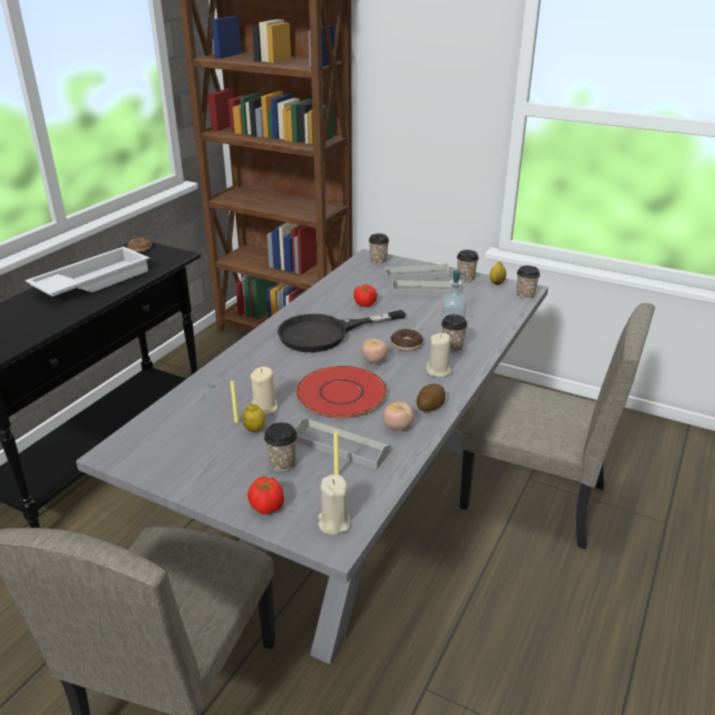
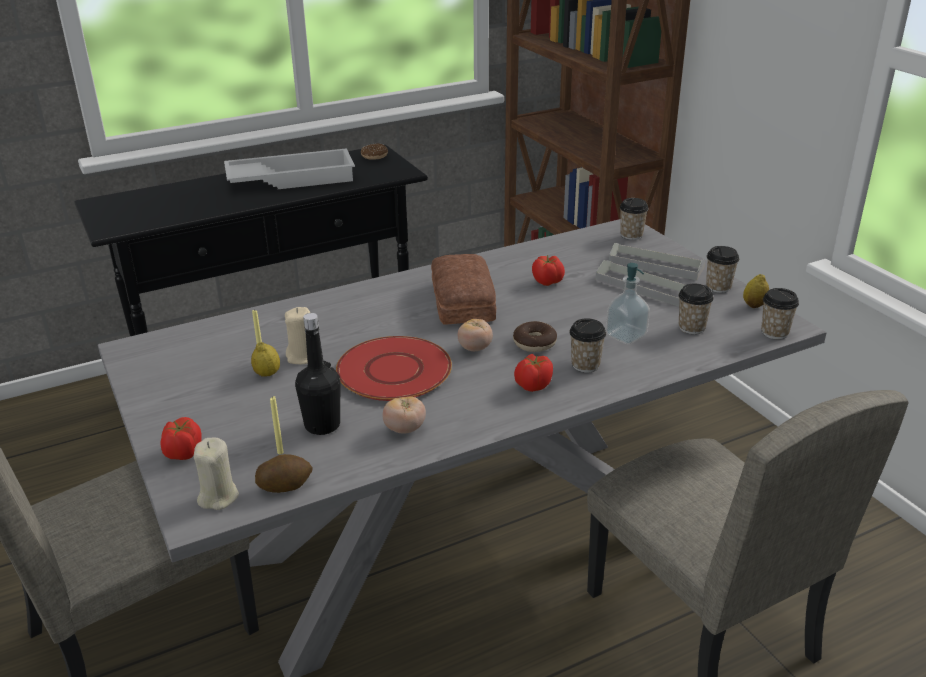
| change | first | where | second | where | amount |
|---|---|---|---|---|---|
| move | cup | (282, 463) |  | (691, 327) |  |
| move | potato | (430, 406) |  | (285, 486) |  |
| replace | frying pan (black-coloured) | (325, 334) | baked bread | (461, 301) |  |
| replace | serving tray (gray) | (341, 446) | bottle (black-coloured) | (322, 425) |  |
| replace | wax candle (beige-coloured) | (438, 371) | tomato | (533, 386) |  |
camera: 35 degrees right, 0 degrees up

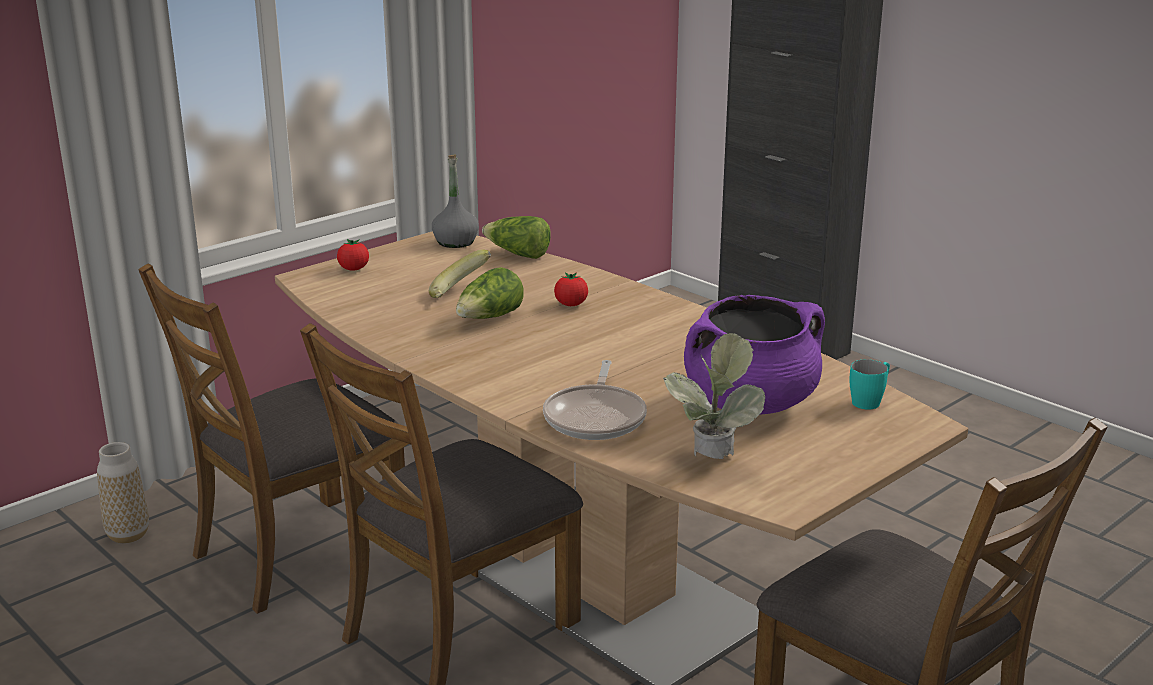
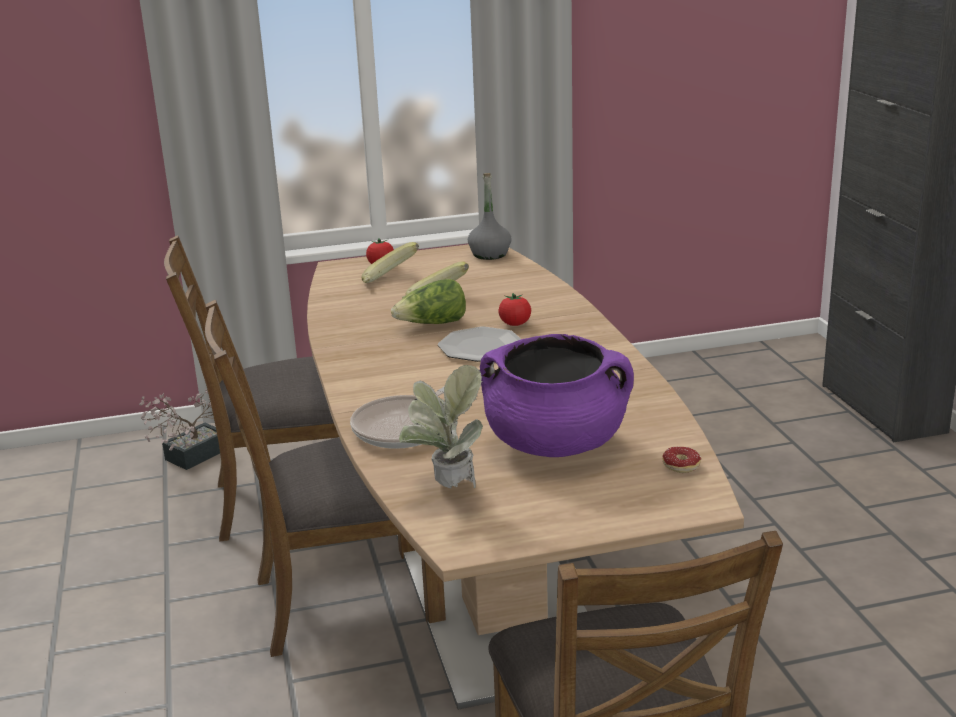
| change | first | where | second | where | amount |
|---|---|---|---|---|---|
| delete | lettuce | (518, 254) |  |  |  |
| insert |  |  | whole banana | (389, 281) |  |
| insert |  |  | flat dish | (480, 347) |  |
| replace | decorative vase | (128, 535) | potted plant | (190, 457) |  |
| replace | coffee mug (turquoise) | (870, 401) | doughnut | (675, 467) |  |
camera: 30 degrees right, 0 degrees up

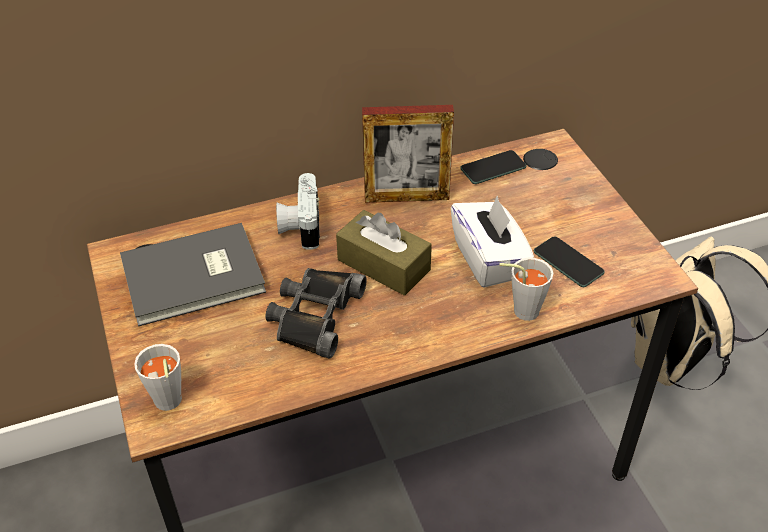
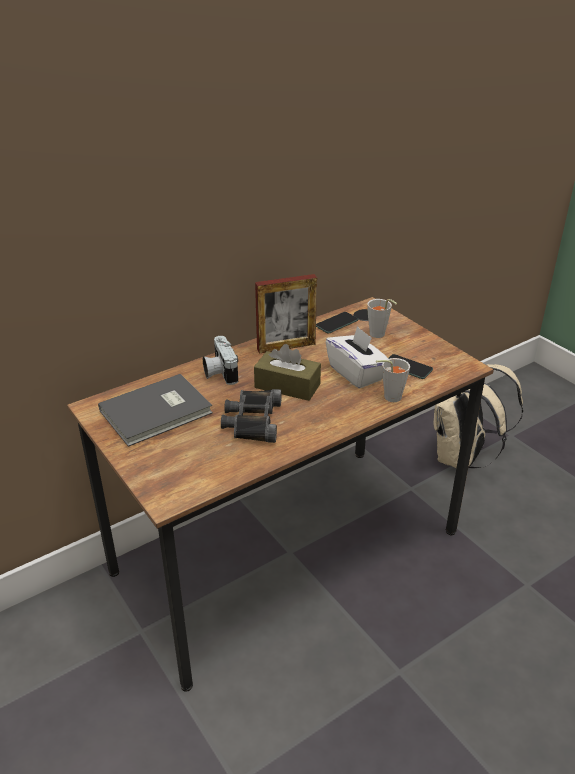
| change | first | where | second | where | amount |
|---|---|---|---|---|---|
| move | cup (gray) | (168, 404) |  | (379, 335) |  |
camera: 15 degrees left, 10 degrees down

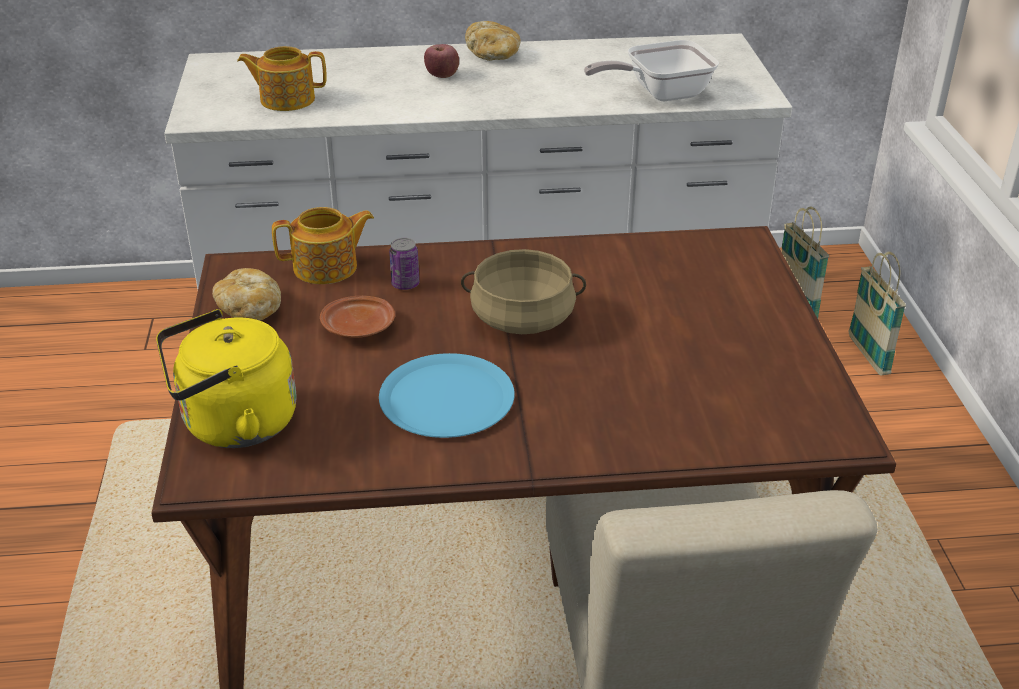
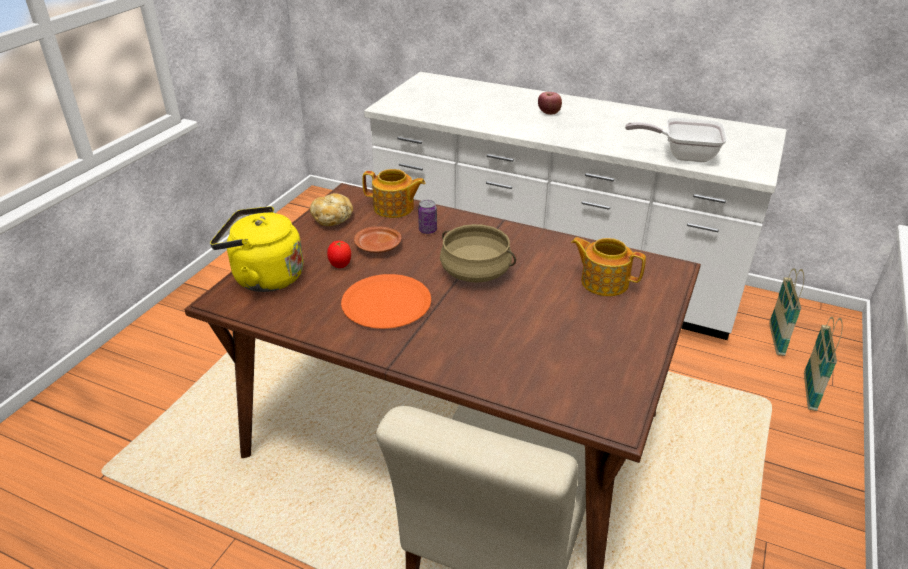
| change | first | where | second | where | amount |
|---|---|---|---|---|---|
| delete | baked bread | (493, 55) |  |  |  |
| insert |  |  | tomato | (340, 266) |  |
| move | teapot | (286, 99) |  | (603, 282) |  |
| recolor | flat dish (blue-coloured) | (447, 398) | flat dish (orangey) | (386, 303) |  |
camera: 30 degrees right, 0 degrees up

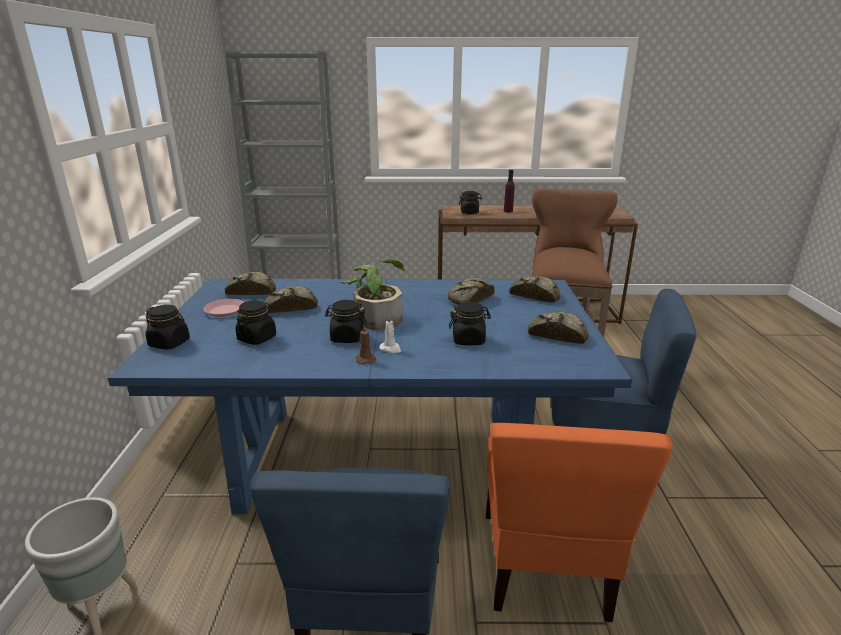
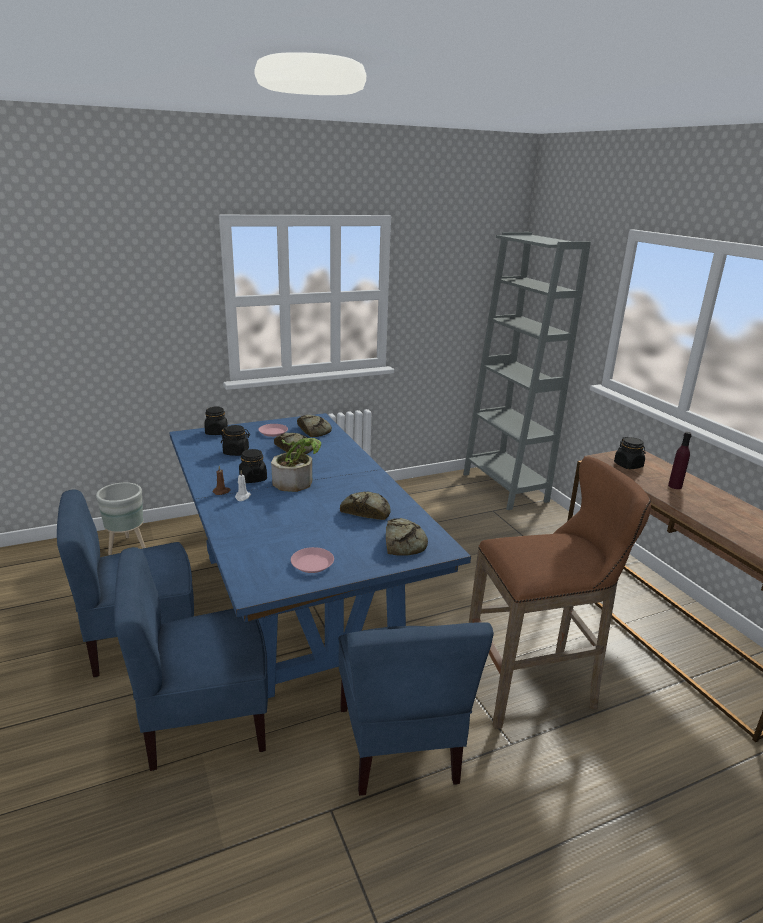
| change | first | where | second | where | amount |
|---|---|---|---|---|---|
| delete | storage jar (black-coloured) | (468, 340) |  |  |  |
| replace | baked bread | (557, 334) | flat dish (pinkish) | (312, 563) |  |
| recolor | plain chair (orangey) | (546, 564) | plain chair (blue-coloured) | (204, 722) |  |
camera: 65 degrees right, 0 degrees up

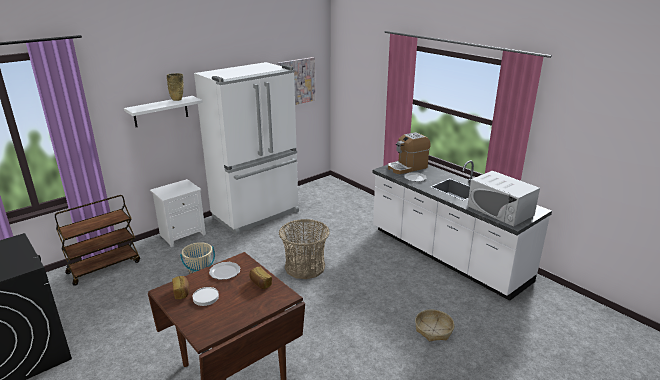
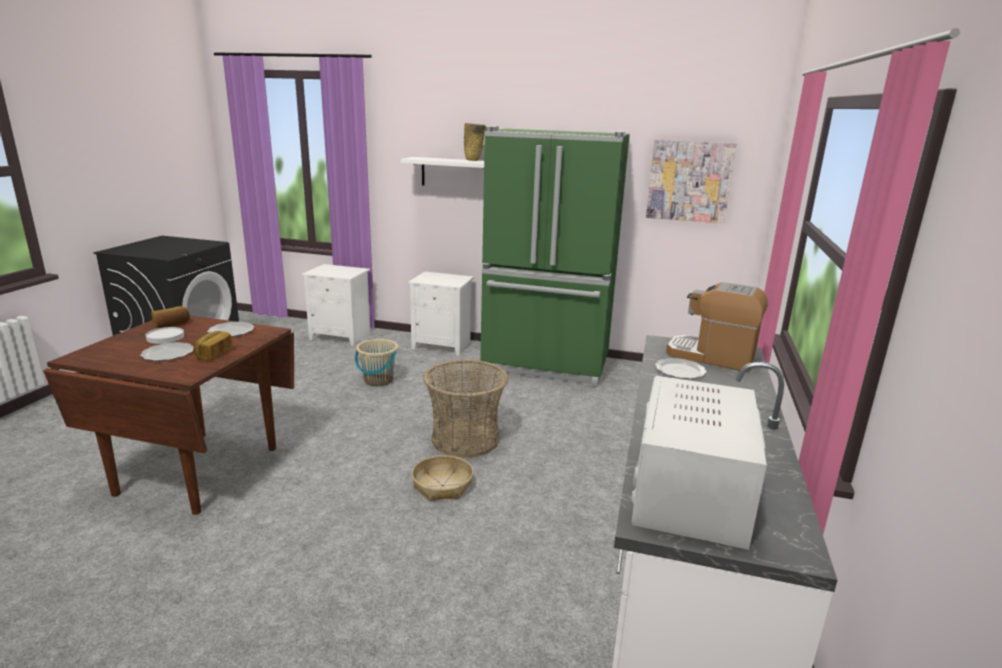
| change | first | where | second | where | amount |
|---|---|---|---|---|---|
| insert |  |  | flat dish | (167, 353) |  |
| move | storage basket | (433, 330) |  | (443, 485) |  |
| replace | cart (brown) | (104, 267) | nightstand (white-coloured) | (342, 336) |  |
| recolor | refrigerator (white-coloured) | (257, 214) | refrigerator (green) | (545, 365) |  |
camera: 55 degrees right, 5 degrees down

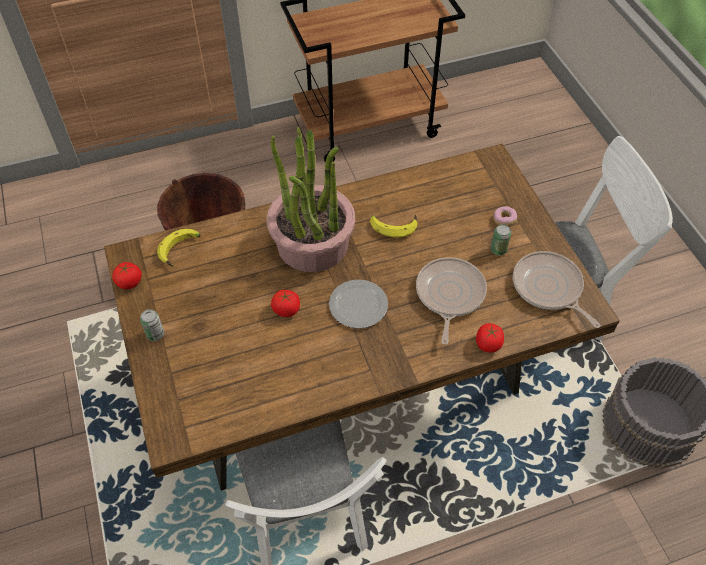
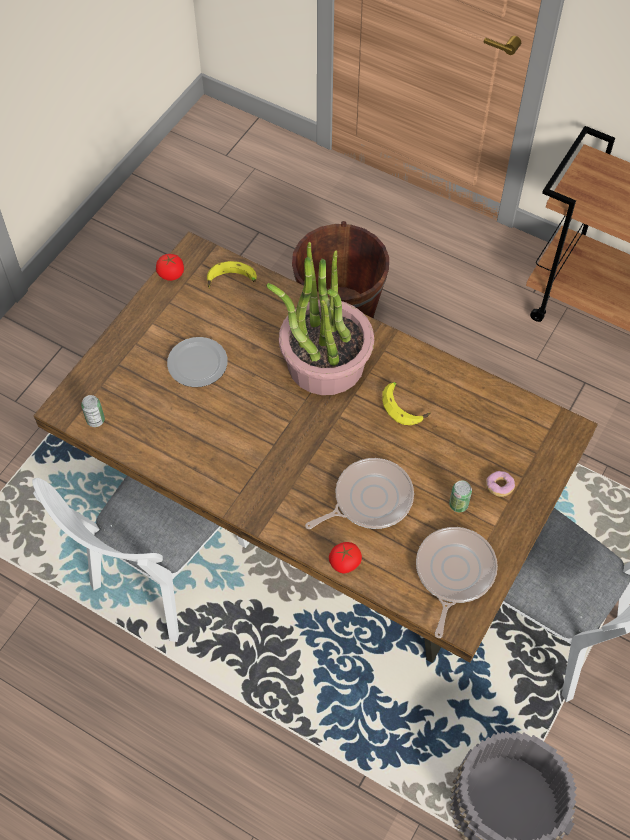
| change | first | where | second | where | amount |
|---|---|---|---|---|---|
| delete | tomato | (286, 310) |  |  |  |
| move | metal can | (155, 334) |  | (95, 420) |  |
| move | flat dish | (359, 304) |  | (198, 363) |  |
camera: 50 degrees right, 5 degrees up

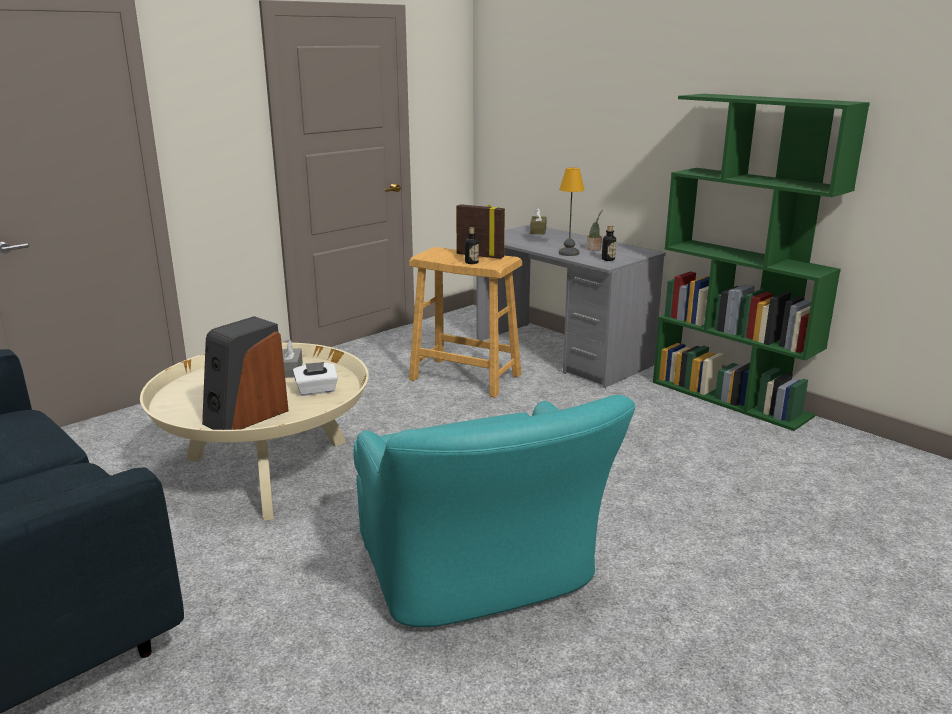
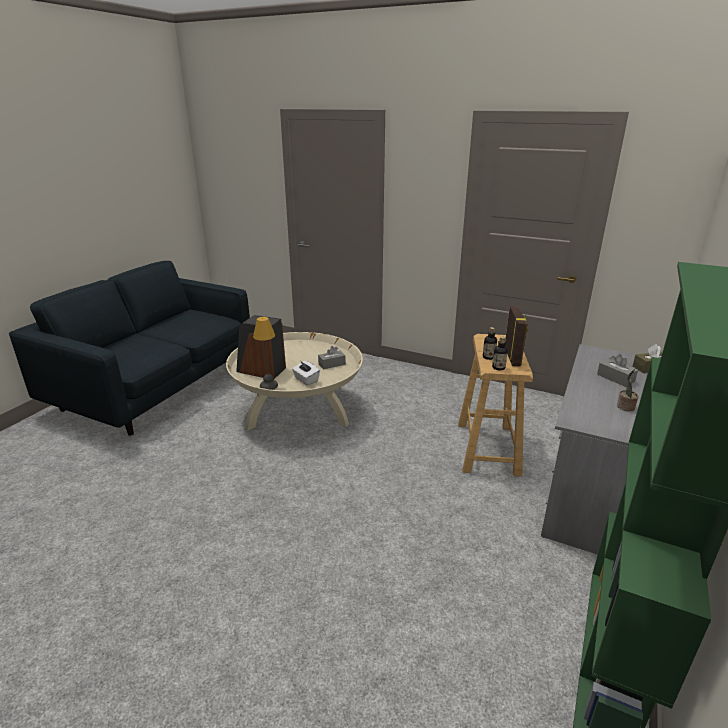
| change | first | where | second | where | amount |
|---|---|---|---|---|---|
| delete | armchair (turquoise) | (480, 573) |  |  |  |
| insert |  |  | box of tissues (gray) | (615, 378) |  |
| move | tabletop lamp | (568, 253) |  | (269, 385) |  |
| move | bottle | (608, 259) |  | (498, 368) |  |
camera: 70 degrees right, 5 degrees up

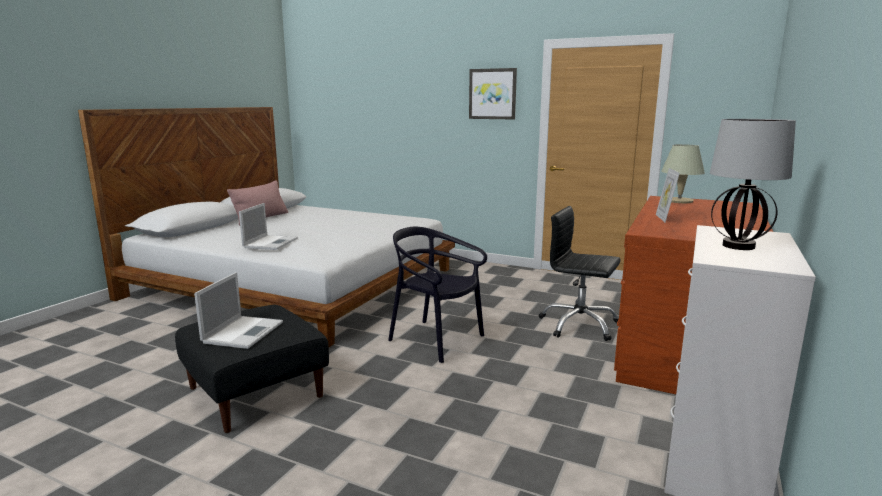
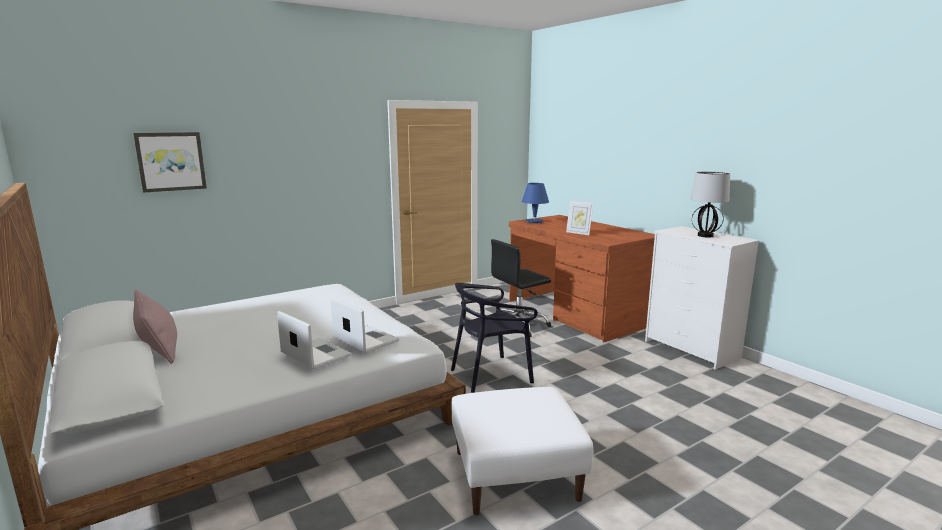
| change | first | where | second | where | amount |
|---|---|---|---|---|---|
| move | notebook computer | (244, 332) |  | (365, 339) |  |
| move | picture | (492, 94) |  | (171, 161) |  |
| recolor | ottoman (black-coloured) | (254, 392) | ottoman (white-coloured) | (514, 475) |  |
| recolor | tabletop lamp (beige-coloured) | (679, 201) | tabletop lamp (blue-coloured) | (534, 221) |  |
camera: 60 degrees left, 0 degrees up

